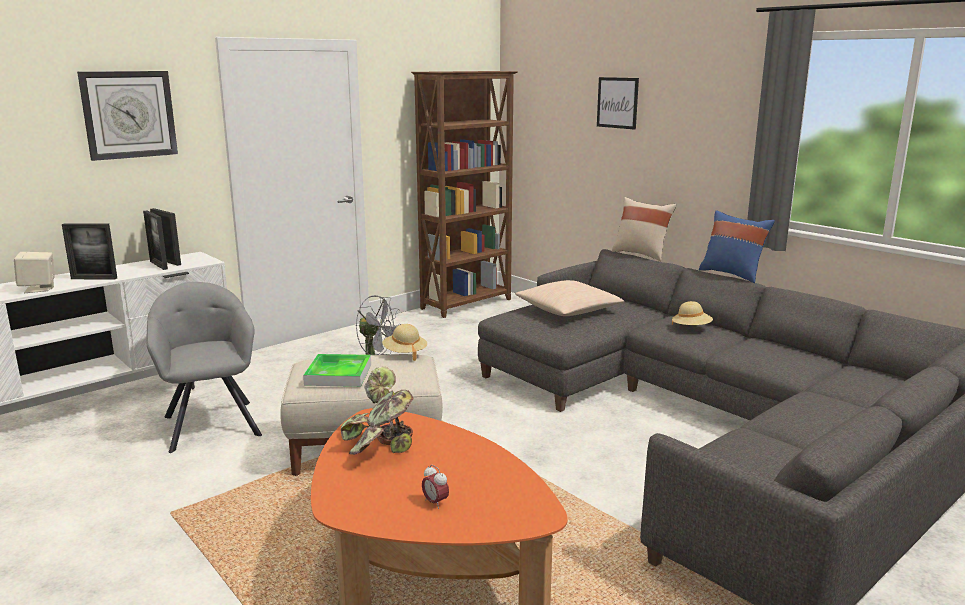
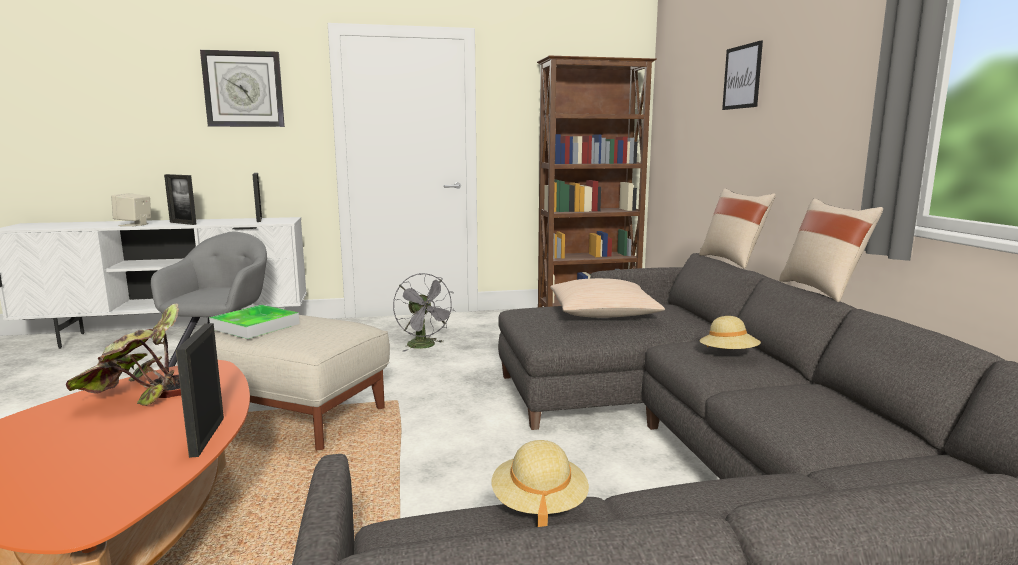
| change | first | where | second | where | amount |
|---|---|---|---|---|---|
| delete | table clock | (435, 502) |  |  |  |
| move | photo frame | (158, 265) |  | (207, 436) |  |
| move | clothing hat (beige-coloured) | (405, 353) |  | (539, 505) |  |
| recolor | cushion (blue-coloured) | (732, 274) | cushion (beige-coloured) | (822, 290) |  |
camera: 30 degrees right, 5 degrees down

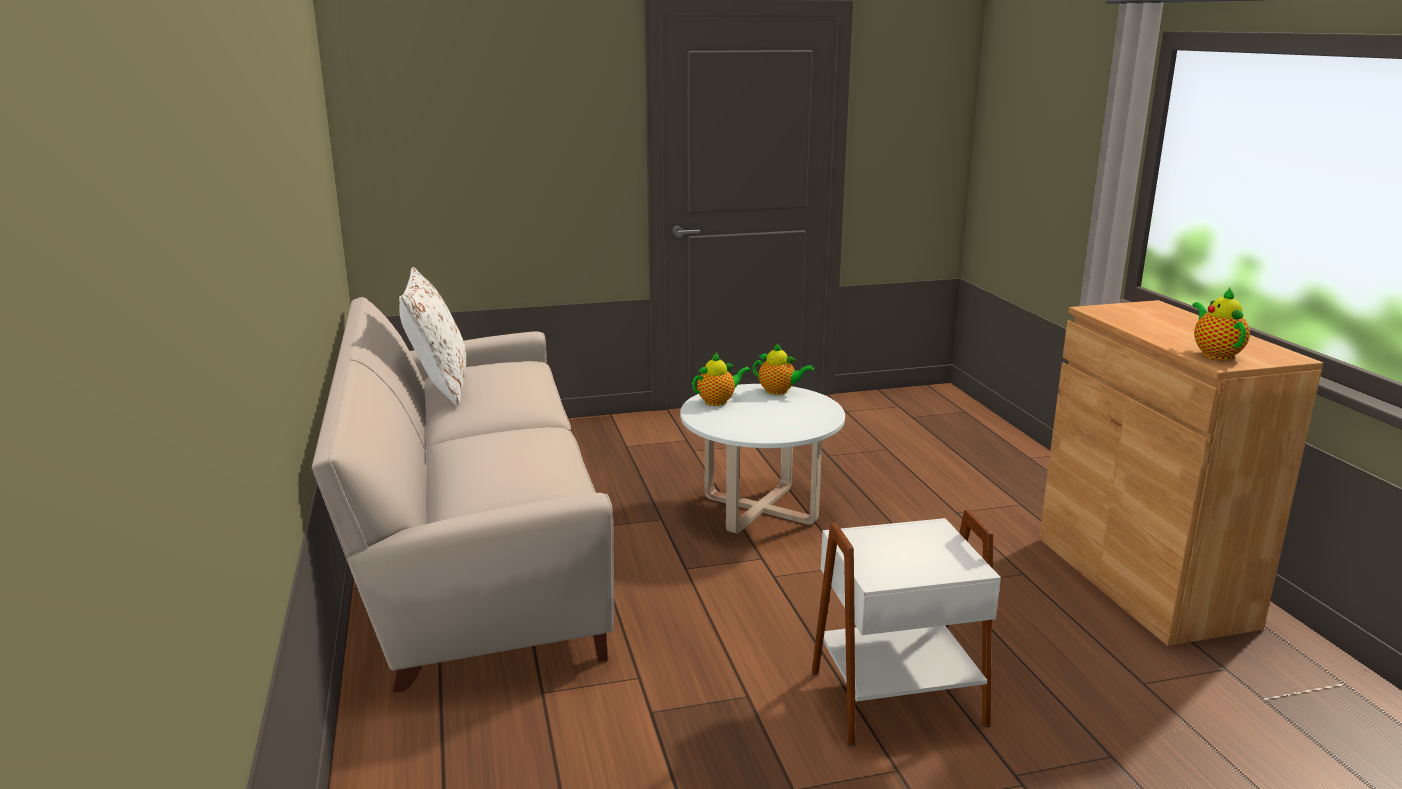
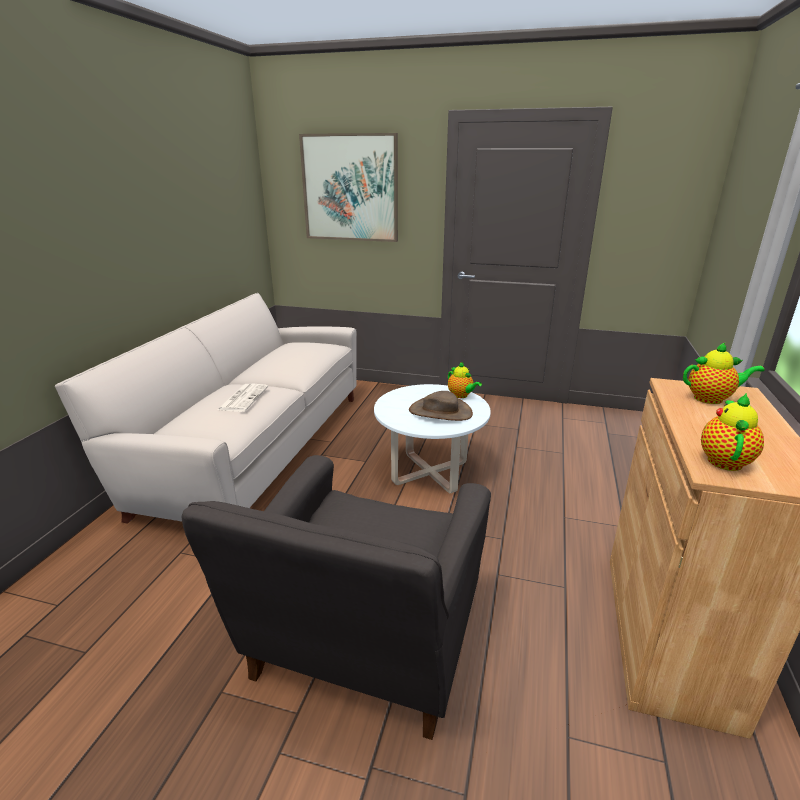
| change | first | where | second | where | amount |
|---|---|---|---|---|---|
| delete | cushion (white-coloured) | (439, 387) |  |  |  |
| insert |  |  | printed paper | (243, 398) |  |
| insert |  |  | picture | (350, 188) |  |
| insert |  |  | clothing hat (brown) | (440, 412) |  |
| move | teapot | (718, 401) |  | (711, 399) |  |
| replace | end table (white-coloured) | (895, 695) | armchair (gray) | (362, 649) |  |
camera: 30 degrees right, 5 degrees up

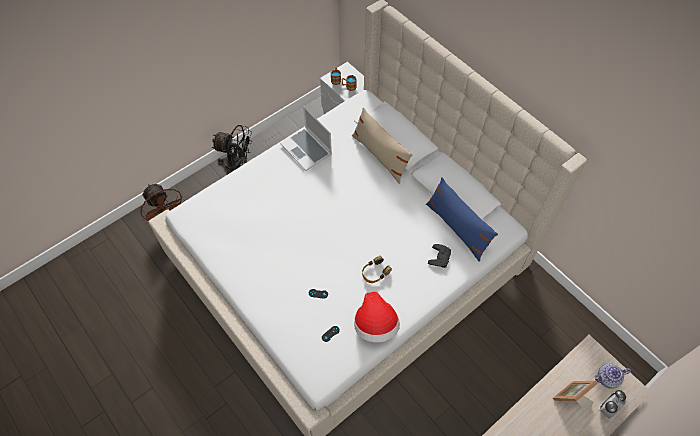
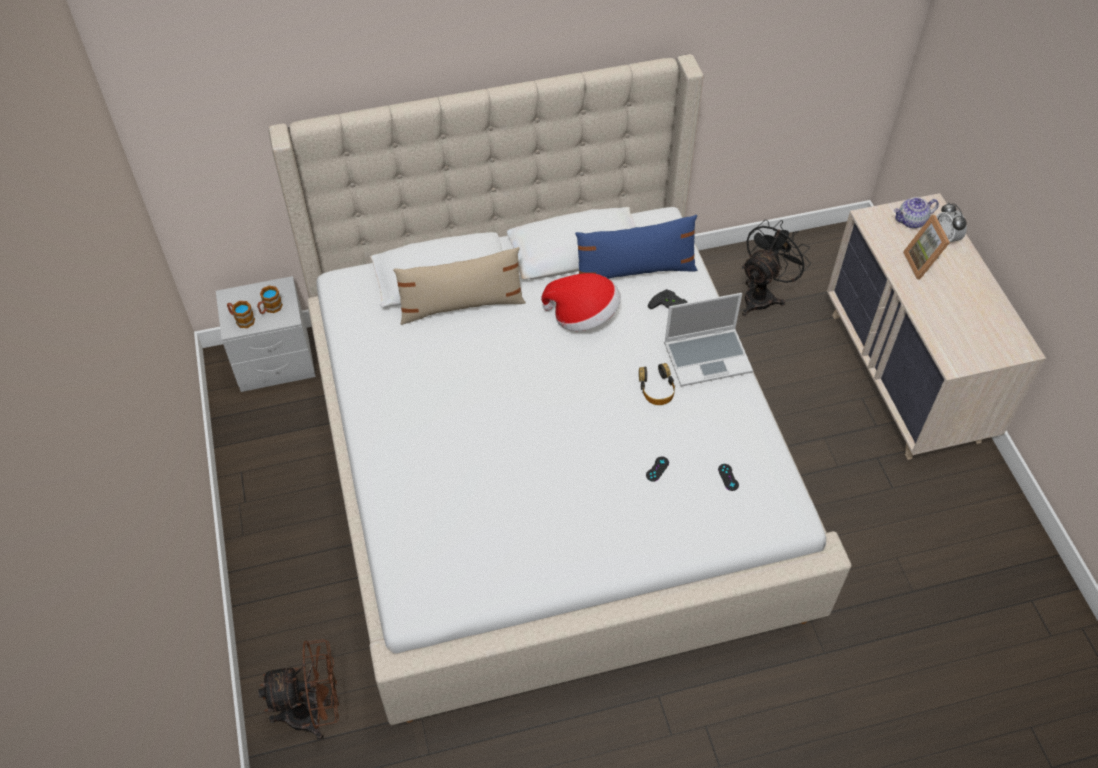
| change | first | where | second | where | amount |
|---|---|---|---|---|---|
| move | fan (black-coloured) | (237, 165) |  | (762, 295) |  |
| move | notebook computer | (307, 150) |  | (708, 357) |  |
| move | clothing hat | (376, 325) |  | (583, 316) |  |
| rotate | teapot | (607, 379) |  | (911, 221) | 60 degrees clockwise |
camera: 65 degrees left, 5 degrees down

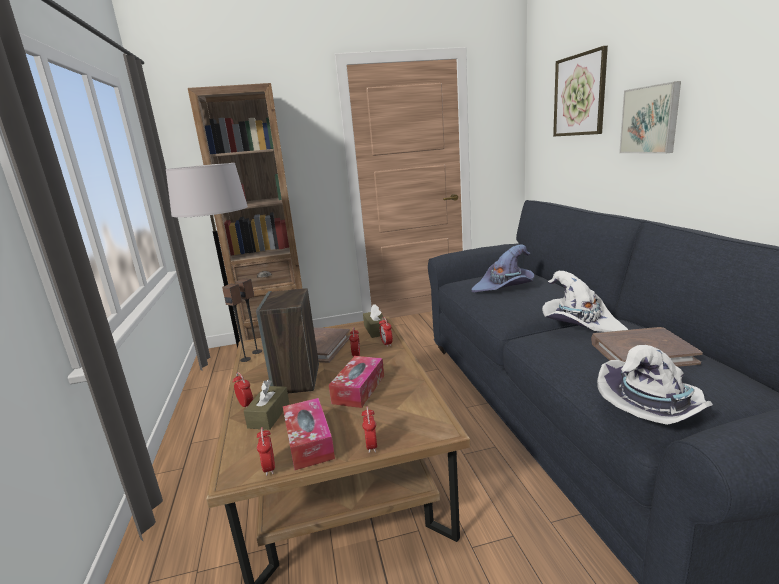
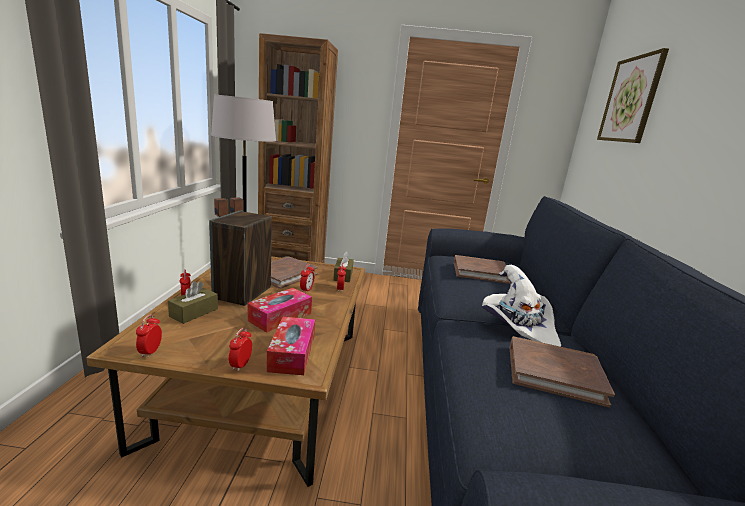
| change | first | where | second | where | amount |
|---|---|---|---|---|---|
| delete | clothing hat (white-coloured) | (653, 408) |  |  |  |
| delete | picture | (650, 119) |  |  |  |
| move | box of tissues | (309, 441) |  | (292, 353) |  |
| replace | clothing hat (purple-coloured) | (504, 287) | bound book (brown) | (480, 272) |  |
camera: 15 degrees right, 0 degrees up

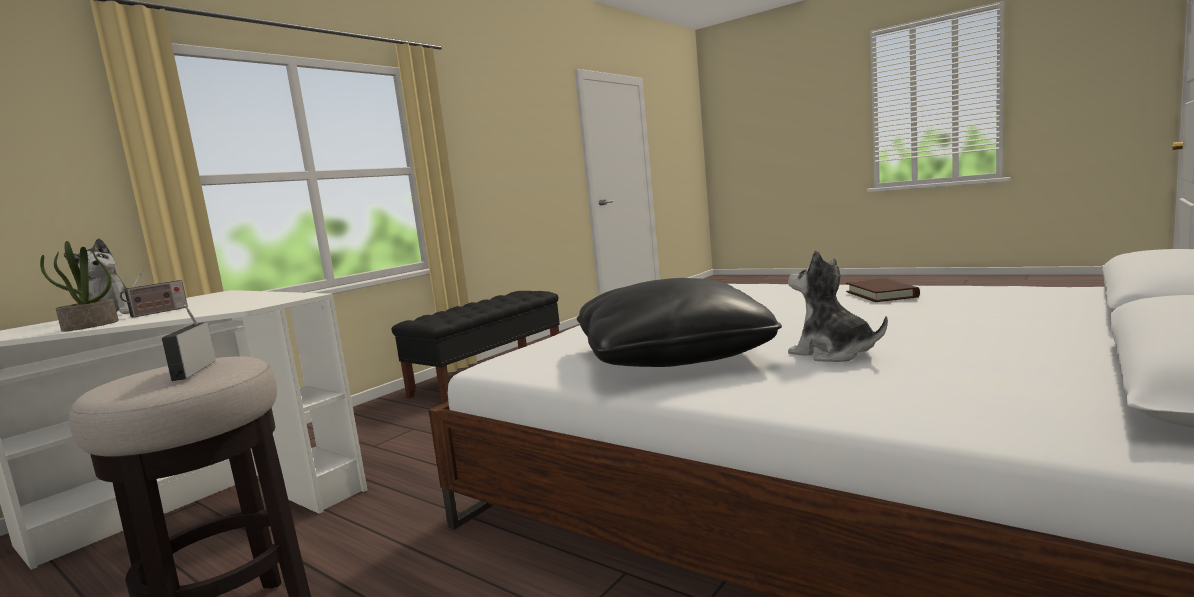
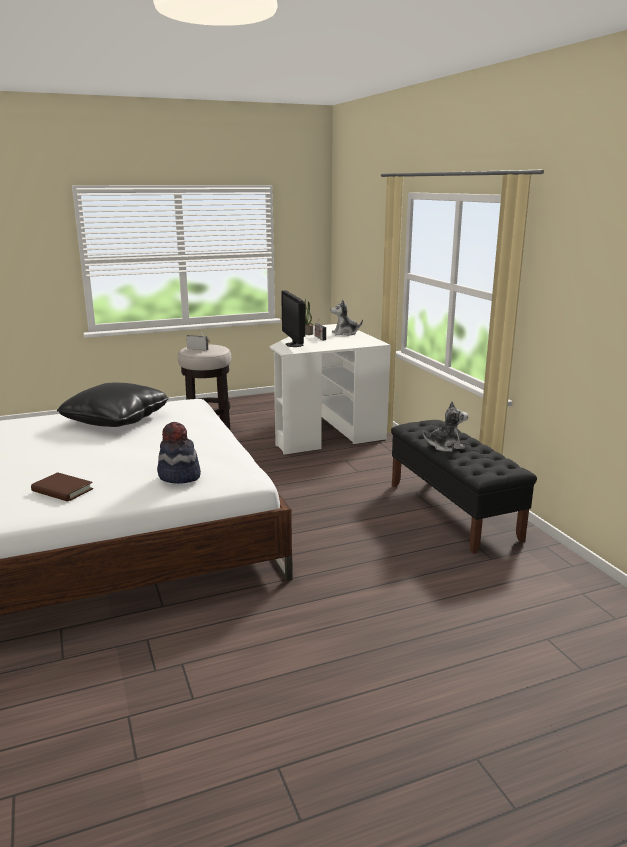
| change | first | where | second | where | amount |
|---|---|---|---|---|---|
| insert |  |  | clothing hat | (179, 476) |  |
| insert |  |  | computer display | (294, 344) |  |
| move | soft toy | (832, 353) |  | (445, 446) |  |
camera: 120 degrees right, 10 degrees up

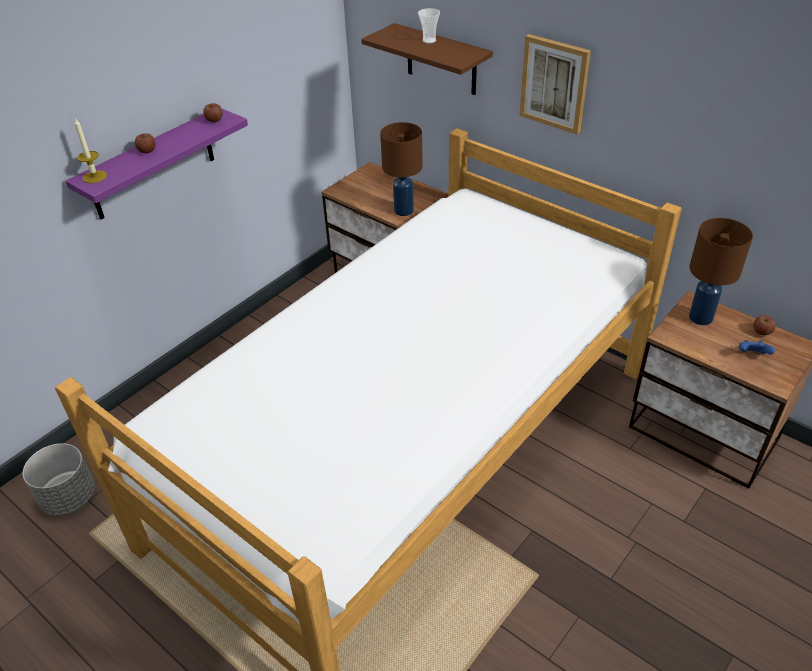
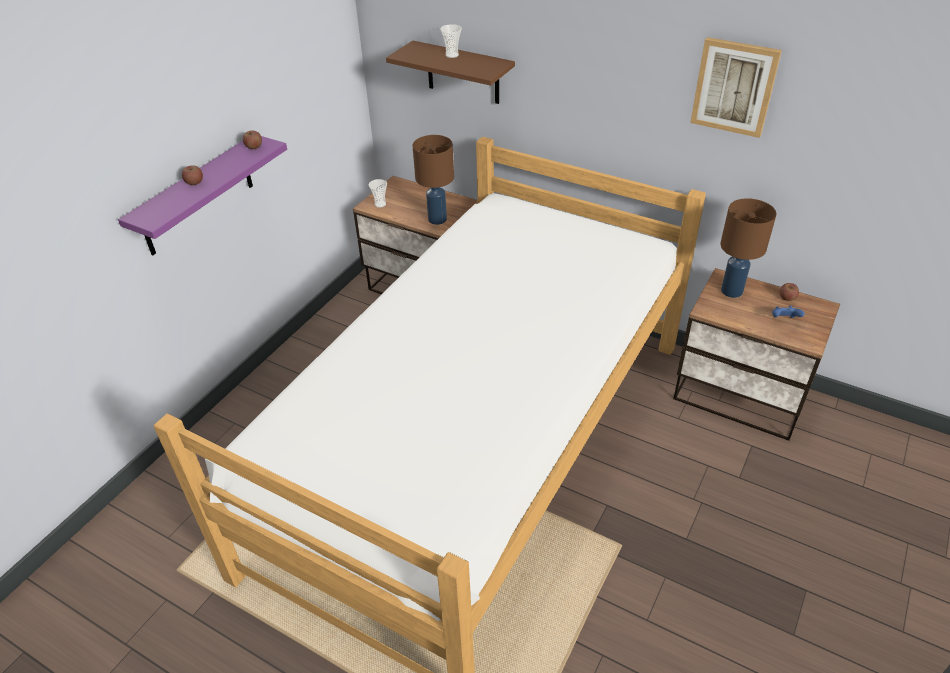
| change | first | where | second | where | amount |
|---|---|---|---|---|---|
| delete | flower pot (gray) | (69, 497) |  |  |  |
| delete | wax candle | (94, 177) |  |  |  |
| insert |  |  | cup | (380, 204) |  |
| move | picture | (555, 83) |  | (734, 87) |  |
camera: 10 degrees left, 0 degrees up

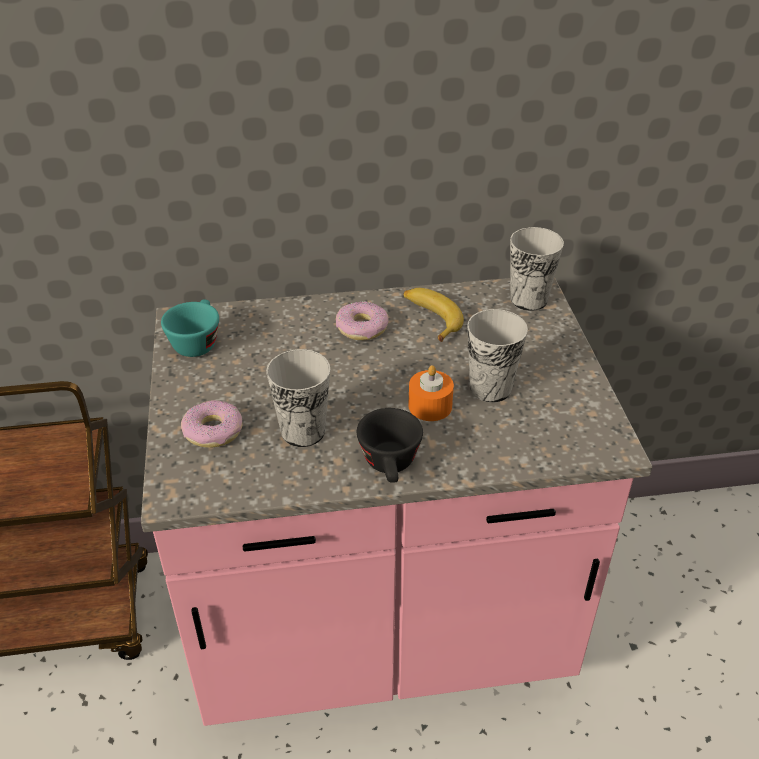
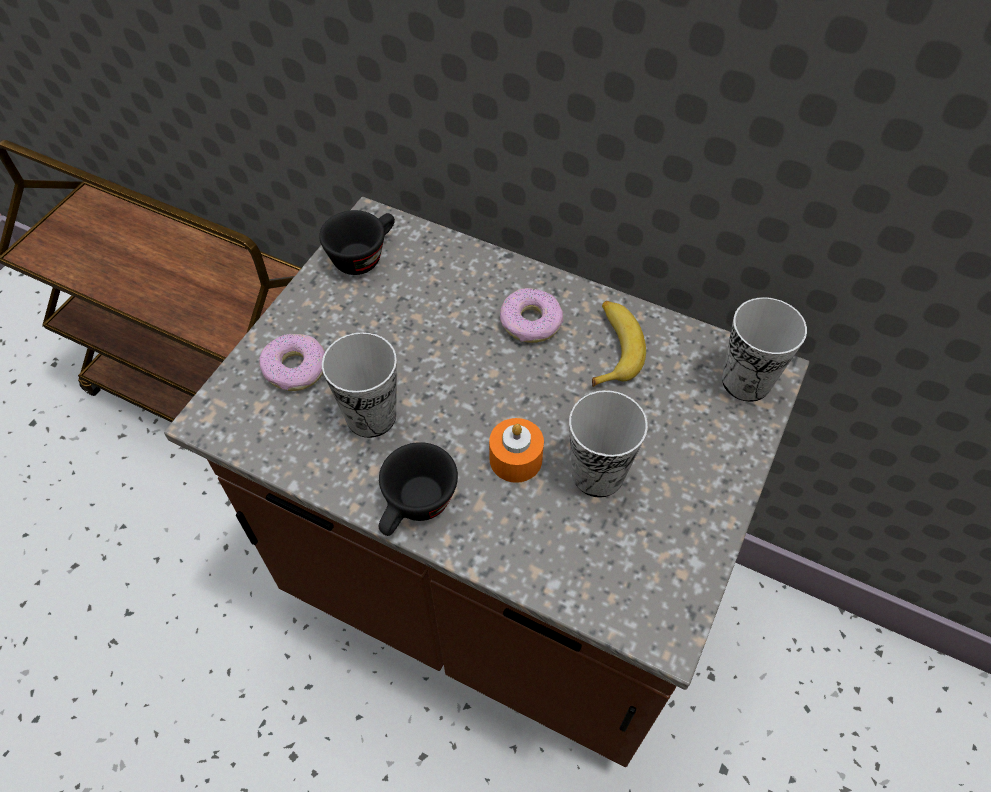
| change | first | where | second | where | amount |
|---|---|---|---|---|---|
| recolor | kitchen counter (pinkish) | (379, 629) | kitchen counter (brown) | (495, 590) |  |
| recolor | cup (turquoise) | (196, 341) | cup (black-coloured) | (363, 255) |  |
camera: 35 degrees right, 15 degrees up

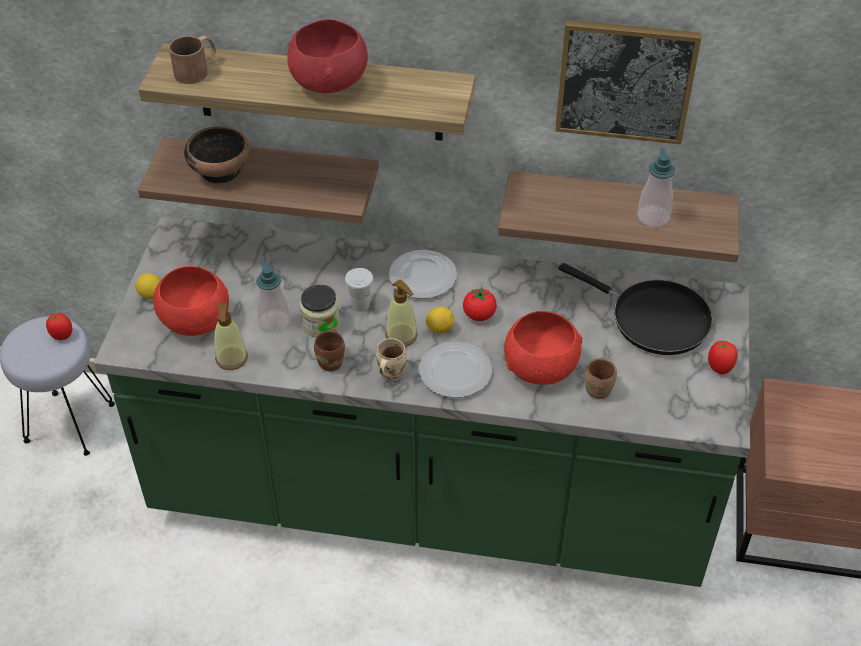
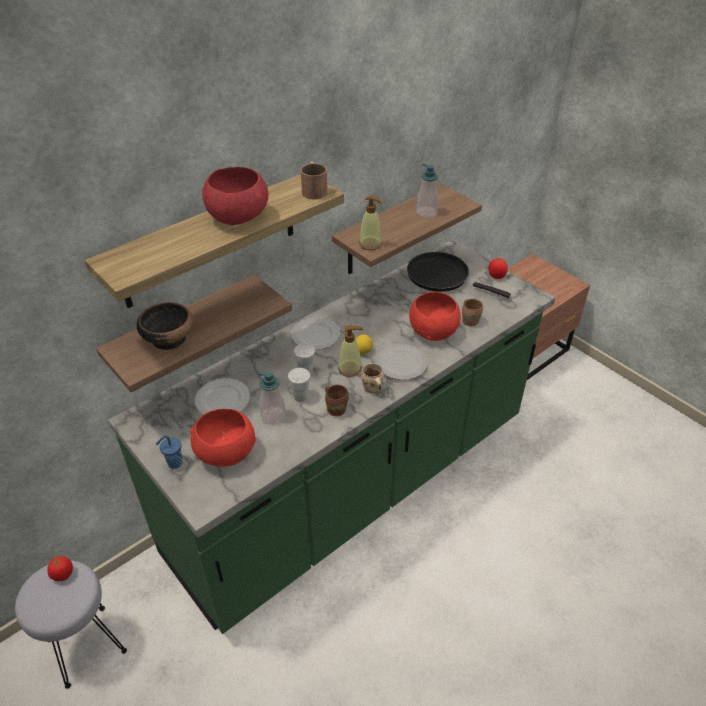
| change | first | where | second | where | amount |
|---|---|---|---|---|---|
| delete | tomato | (479, 315) |  |  |  |
| delete | picture | (625, 81) |  |  |  |
| insert |  |  | flat dish | (223, 400) |  |
| move | coffee mug (brown) | (197, 70) |  | (314, 189) |  |
| move | soap dispenser | (231, 358) |  | (370, 244) |  |
| replace | citrus fruit | (151, 295) | cup (blue-coloured) | (174, 463) |  |
| replace | storage jar | (321, 324) | cup (white-coloured) | (300, 397) |  |
| rotate | frying pan (black-coloured) | (653, 319) |  | (442, 277) | 135 degrees counterclockwise |
camera: 50 degrees left, 5 degrees down

